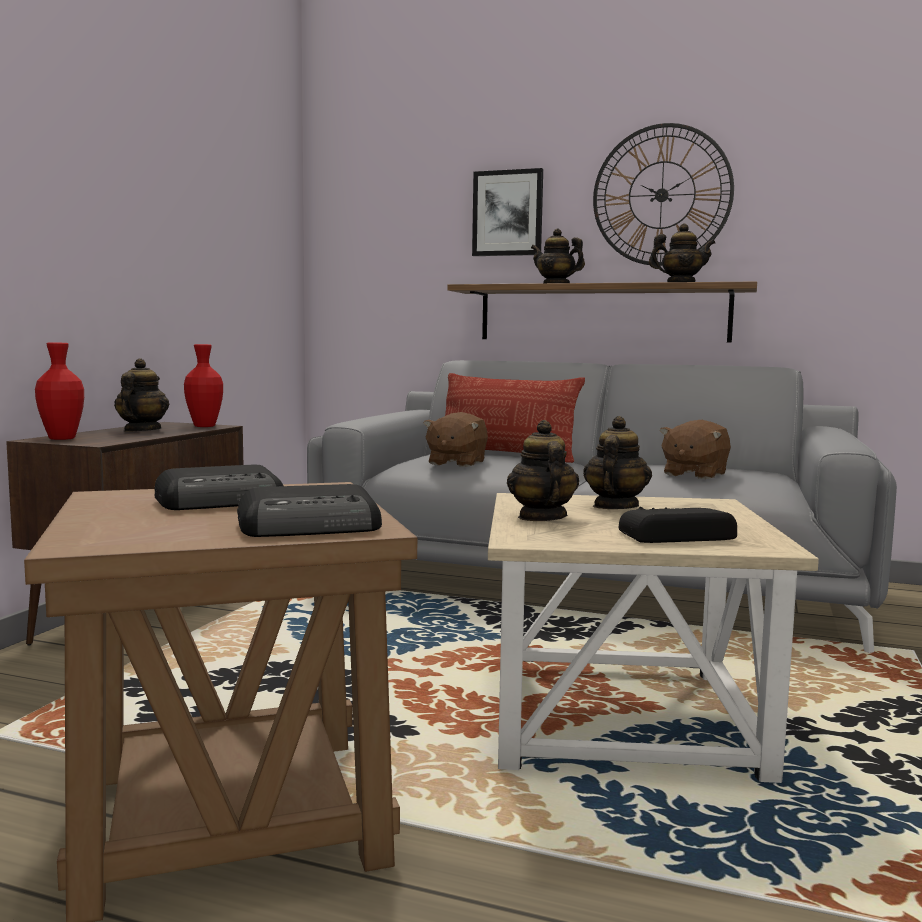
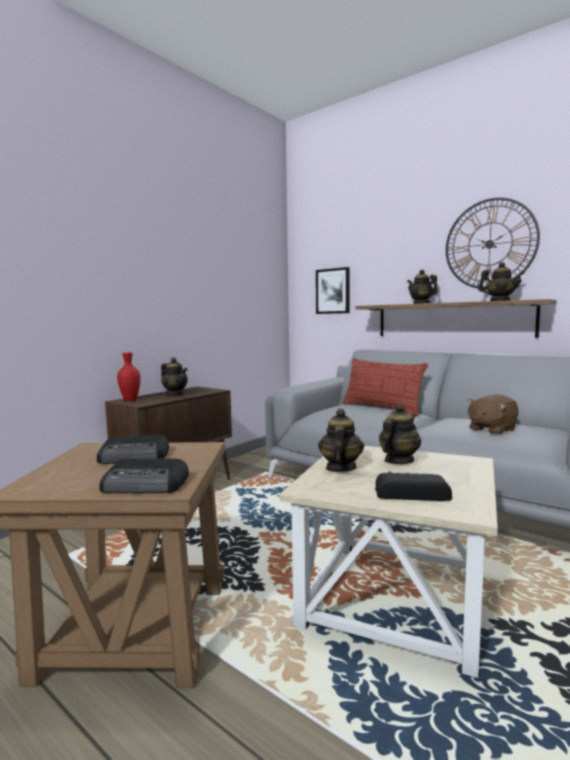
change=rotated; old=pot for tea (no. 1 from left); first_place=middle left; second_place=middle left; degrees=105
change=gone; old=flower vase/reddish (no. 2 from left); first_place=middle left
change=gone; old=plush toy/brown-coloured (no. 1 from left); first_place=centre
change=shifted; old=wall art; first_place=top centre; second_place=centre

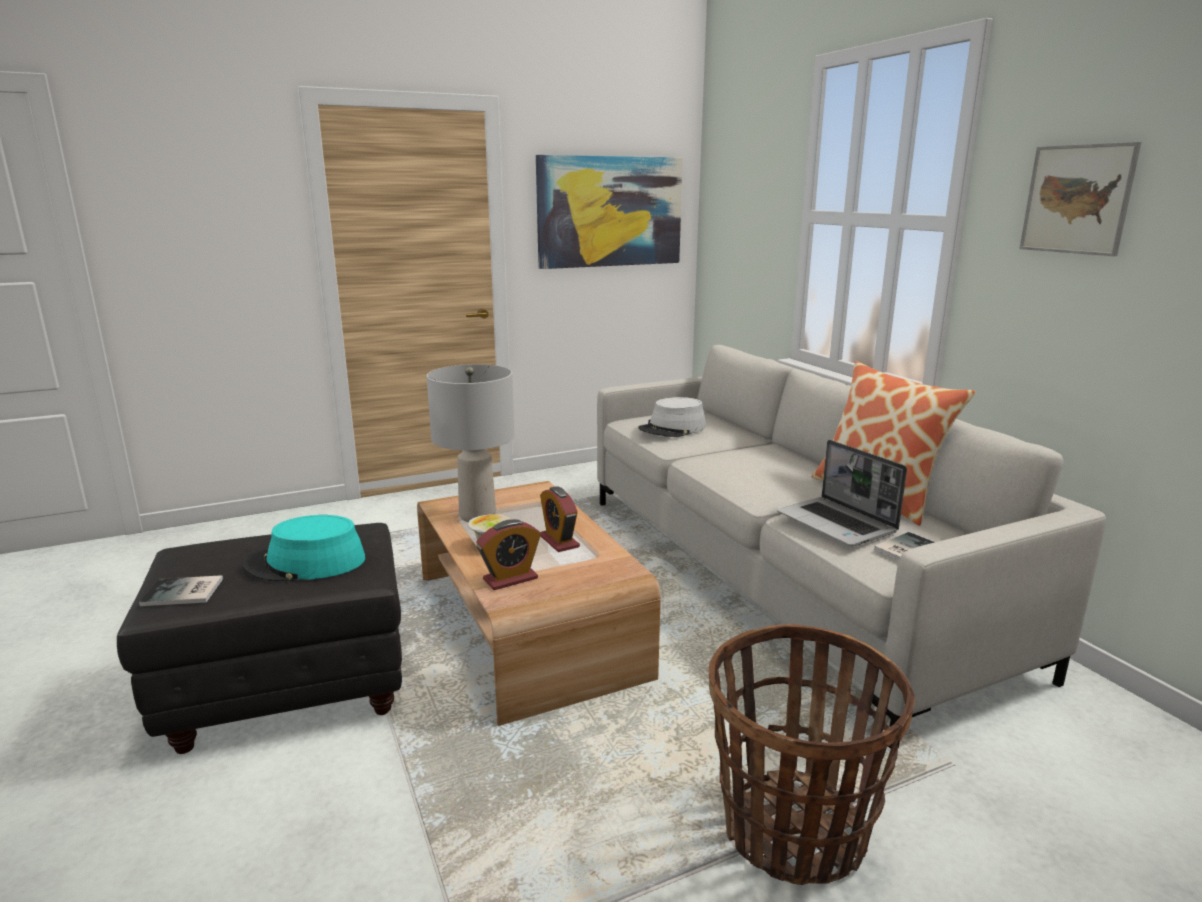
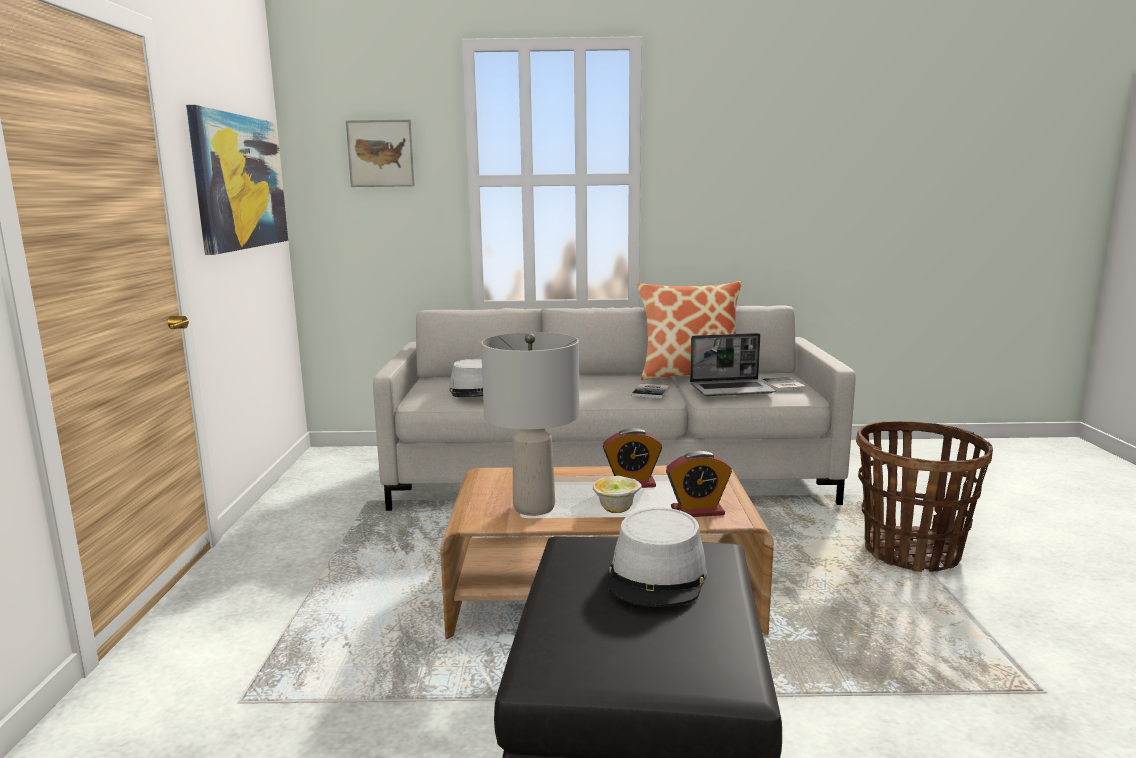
change=shifted; old=book (no. 1 from left); first_place=middle left; second_place=centre
change=repainted; old=wearable hat/turquoise-coloured; new=wearable hat/gray (no. 2 from left); first_place=middle left; second_place=bottom centre
change=rotated; old=table clock (no. 1 from left in the first image); first_place=centre; second_place=centre; degrees=90
change=shifted; old=wall art (no. 2 from left); first_place=top right; second_place=top centre

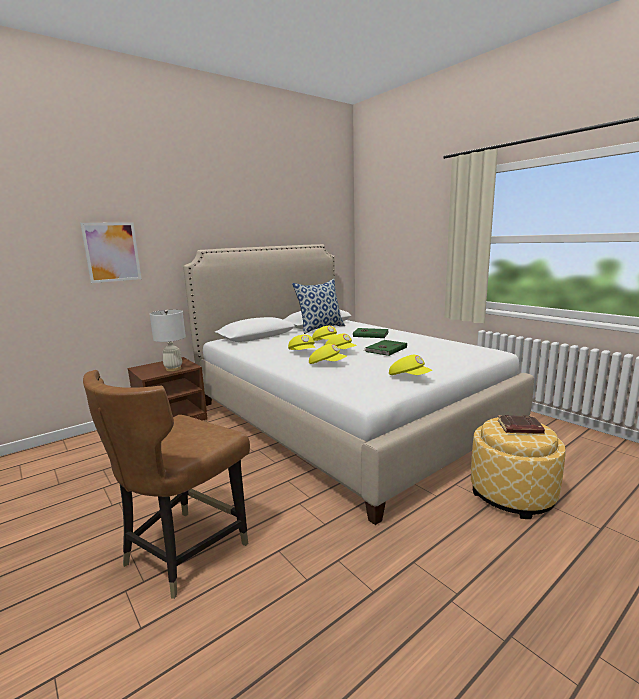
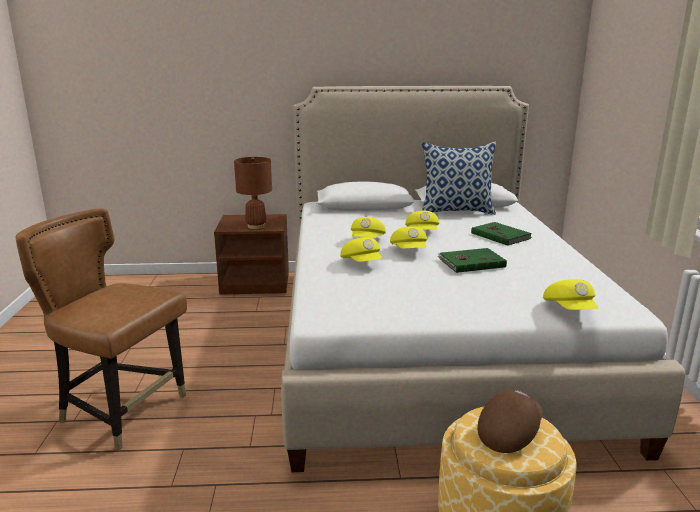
change=gone; old=wall art; first_place=middle left
change=rotated; old=plain chair/brown-coloured; first_place=bottom left; second_place=middle left; degrees=45
change=repainted; old=tabletop lamp/whitish; new=tabletop lamp/brown-coloured; first_place=middle left; second_place=centre
change=shifted; old=baseball cap/yellow (no. 5 from left); first_place=centre; second_place=middle right
change=swapped; old=book/brown-coloured; new=baseball cap/brown-coloured; first_place=middle right; second_place=bottom right

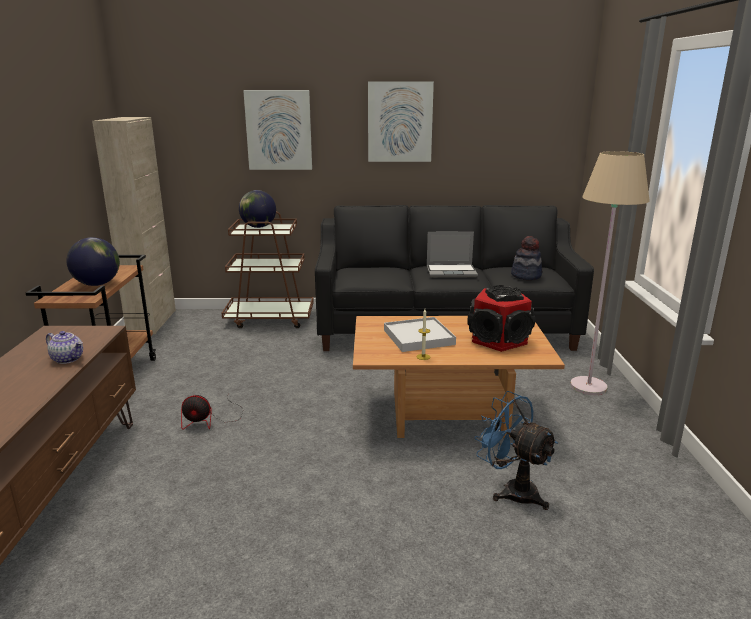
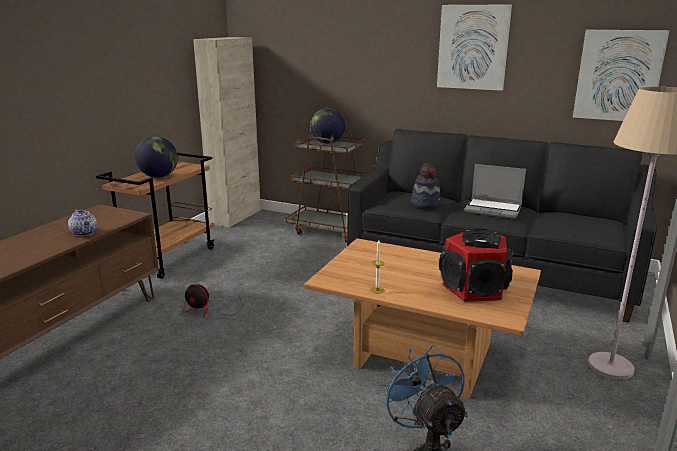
change=shifted; old=wall art (no. 1 from left in the first image); new=wall art (no. 2 from left); first_place=top centre; second_place=top right
change=gone; old=serving tray/whitish; first_place=centre
change=shifted; old=wearable hat; first_place=middle right; second_place=centre

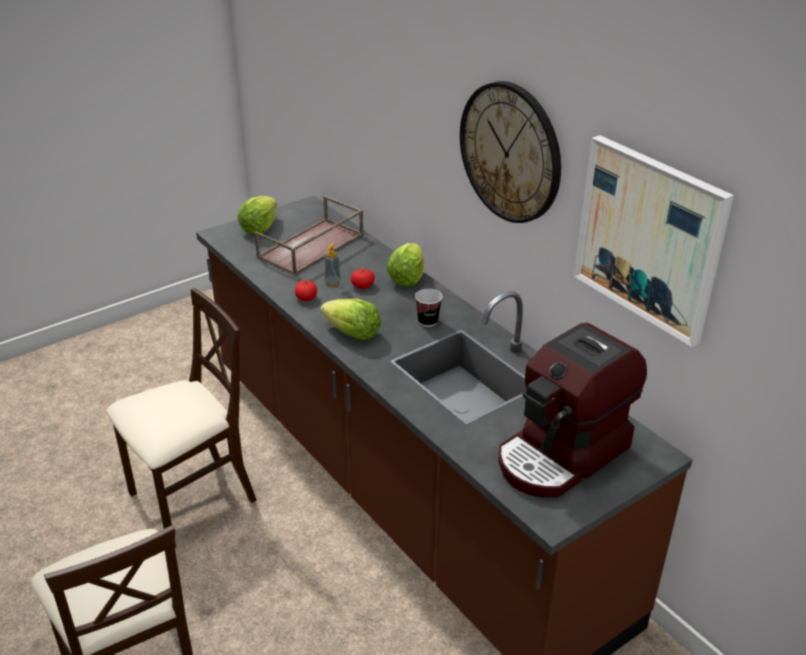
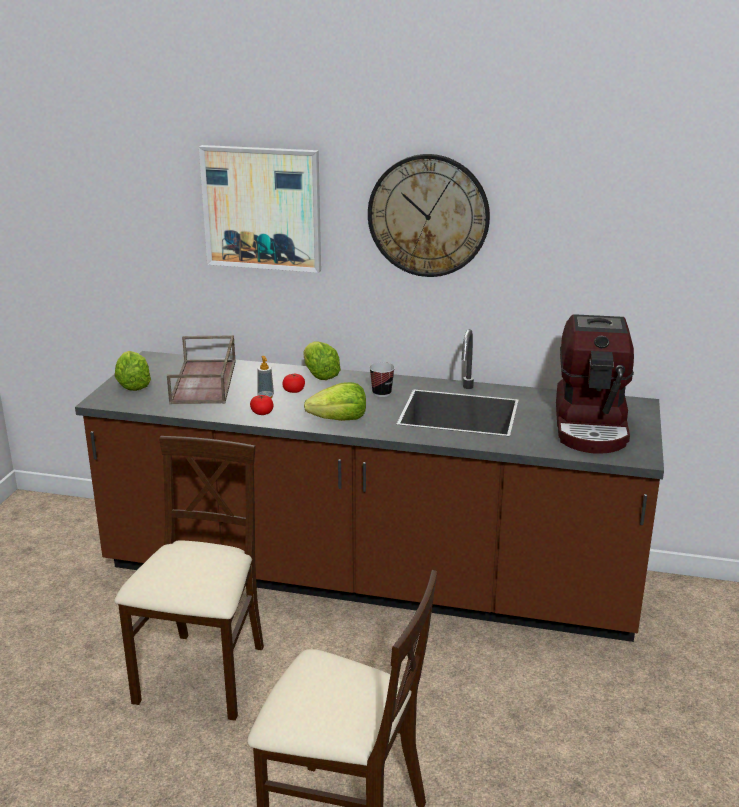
change=shifted; old=wall art; first_place=middle right; second_place=top centre

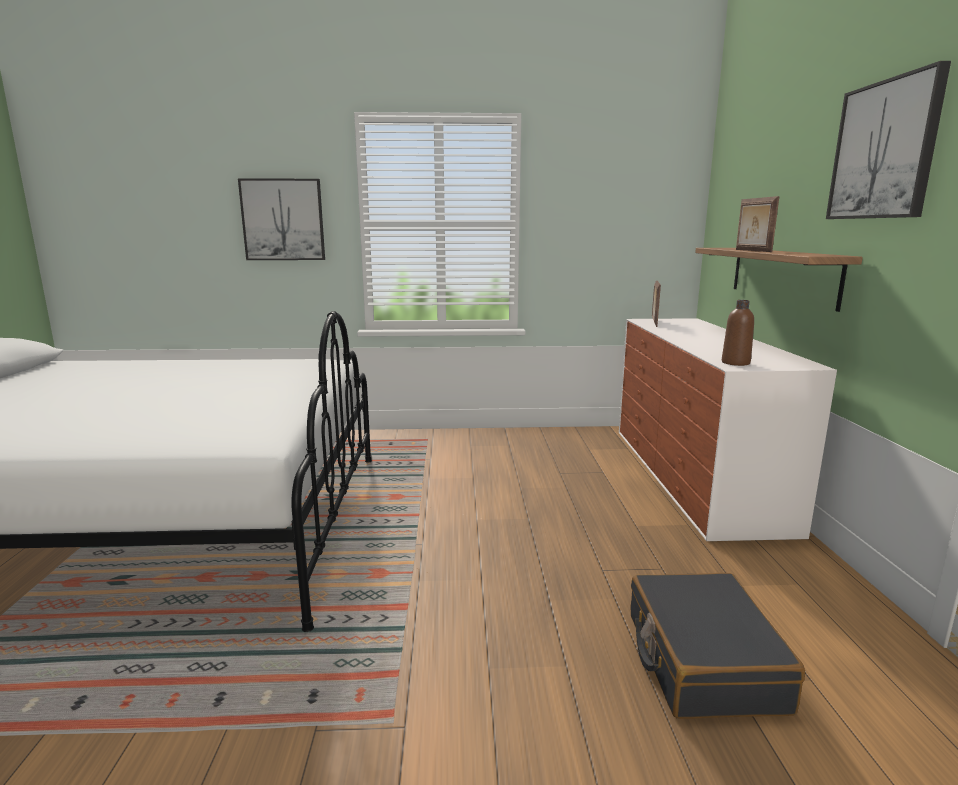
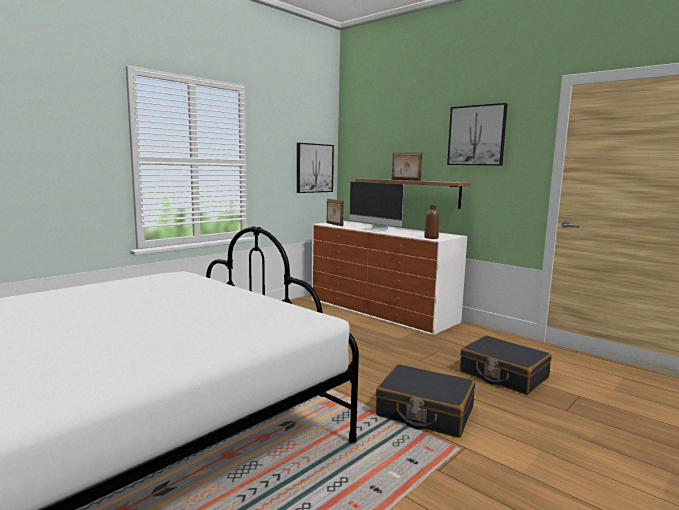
change=shifted; old=wall art (no. 1 from left); first_place=top left; second_place=top centre
change=new; new=monitor; second_place=centre
change=new; new=travel case/blackish (no. 1 from left); second_place=bottom centre

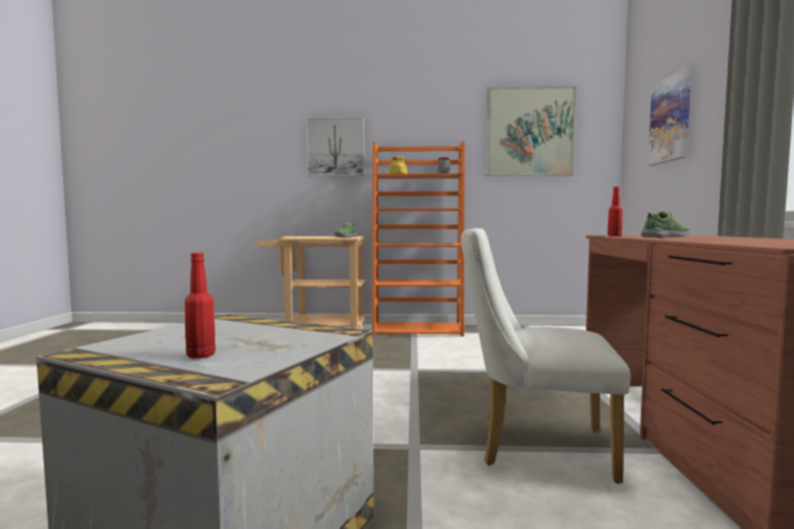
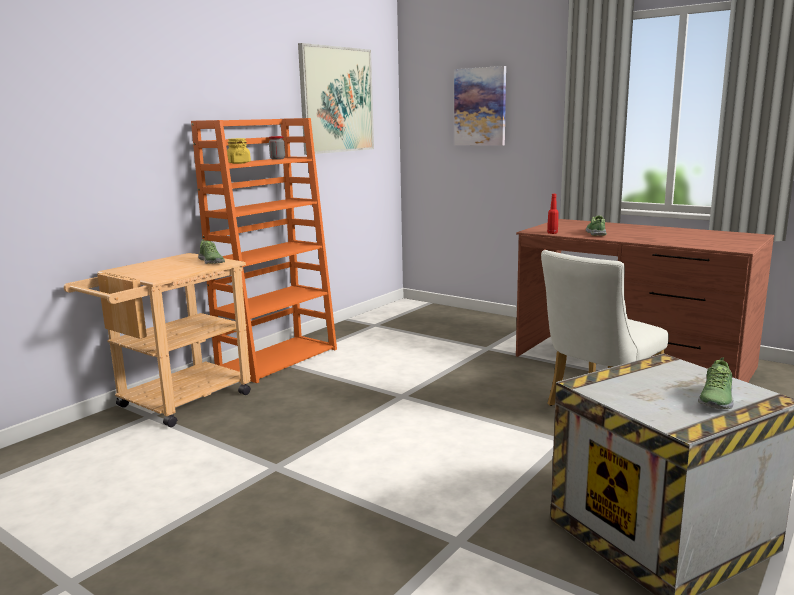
change=swapped; old=drink bottle/reddish (no. 1 from left); new=item of footwear (no. 3 from left); first_place=middle left; second_place=middle right
change=gone; old=wall art (no. 1 from left); first_place=top centre

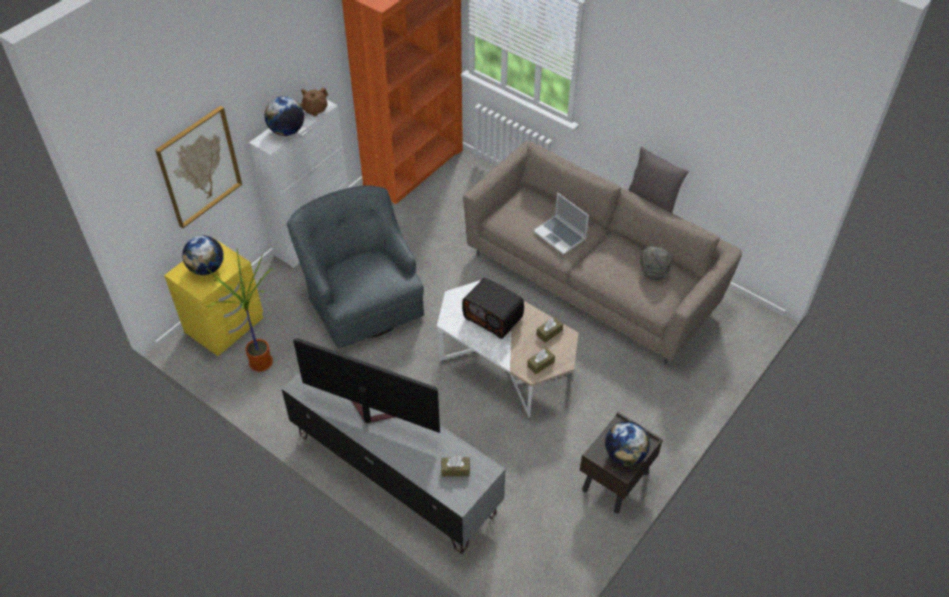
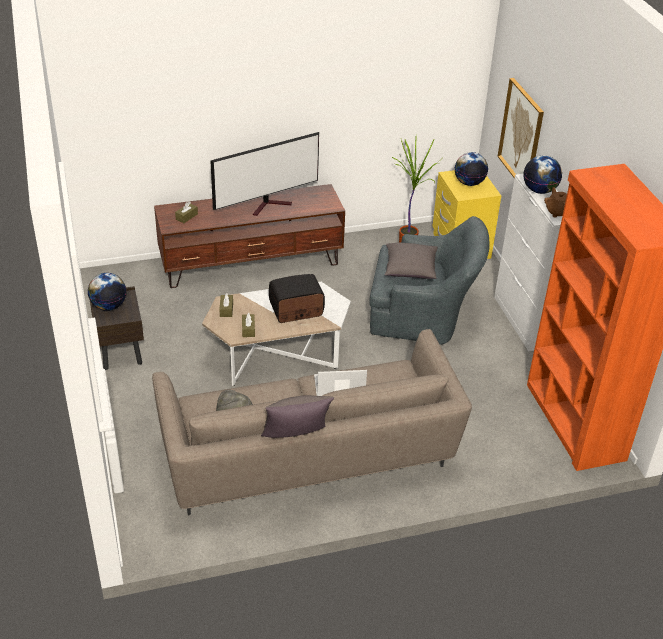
change=repainted; old=media console/gray; new=media console/brown-coloured; first_place=bottom centre; second_place=centre
change=new; new=throw pillow/gray (no. 2 from left); second_place=centre

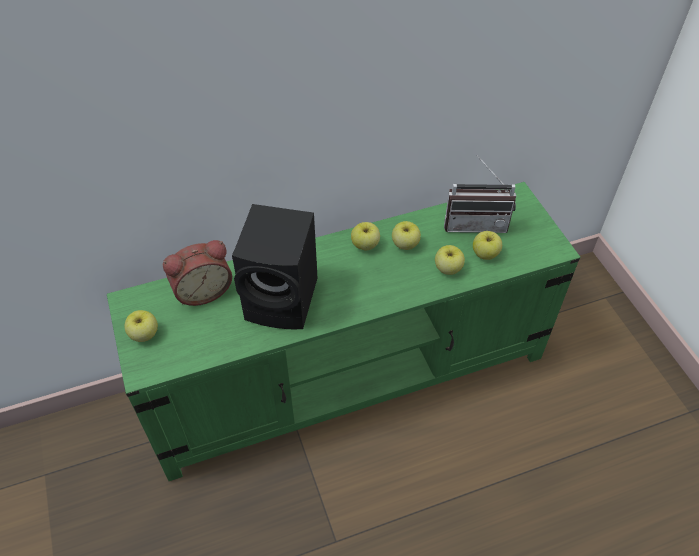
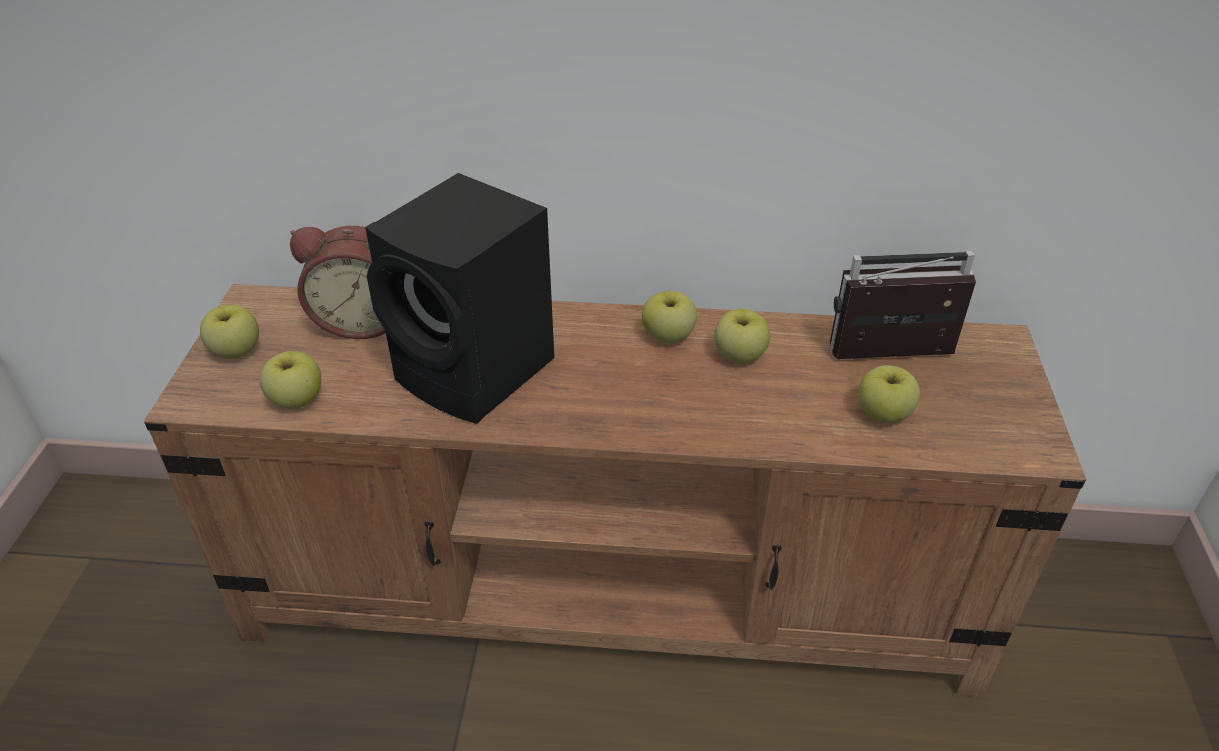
change=repainted; old=media console/green; new=media console/brown-coloured; first_place=centre; second_place=centre
change=shifted; old=apple fruit (no. 4 from left in the first image); new=apple fruit (no. 2 from left); first_place=centre; second_place=middle left
change=rotated; old=radio receiver; first_place=middle right; second_place=middle right; degrees=150

